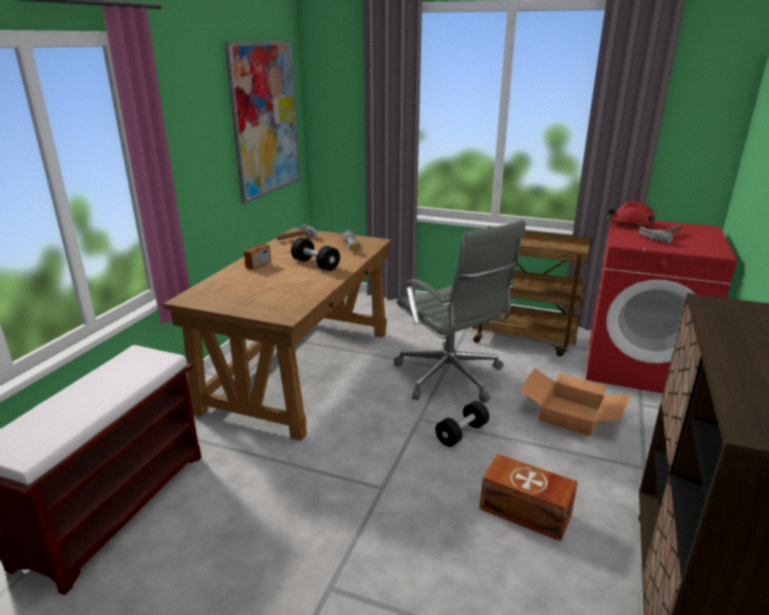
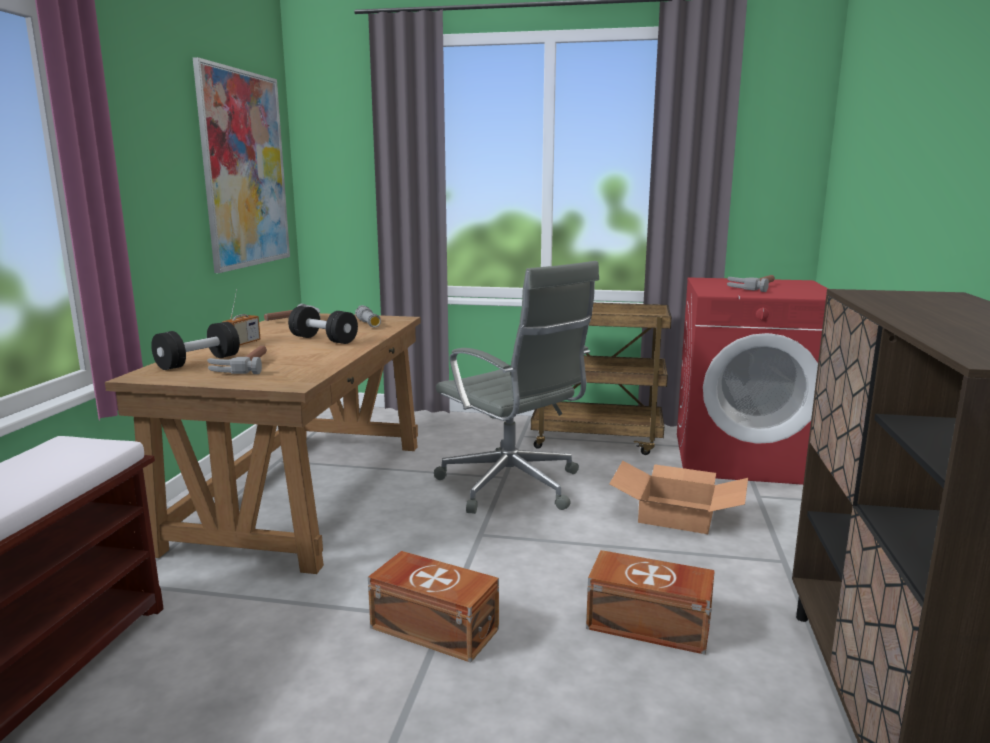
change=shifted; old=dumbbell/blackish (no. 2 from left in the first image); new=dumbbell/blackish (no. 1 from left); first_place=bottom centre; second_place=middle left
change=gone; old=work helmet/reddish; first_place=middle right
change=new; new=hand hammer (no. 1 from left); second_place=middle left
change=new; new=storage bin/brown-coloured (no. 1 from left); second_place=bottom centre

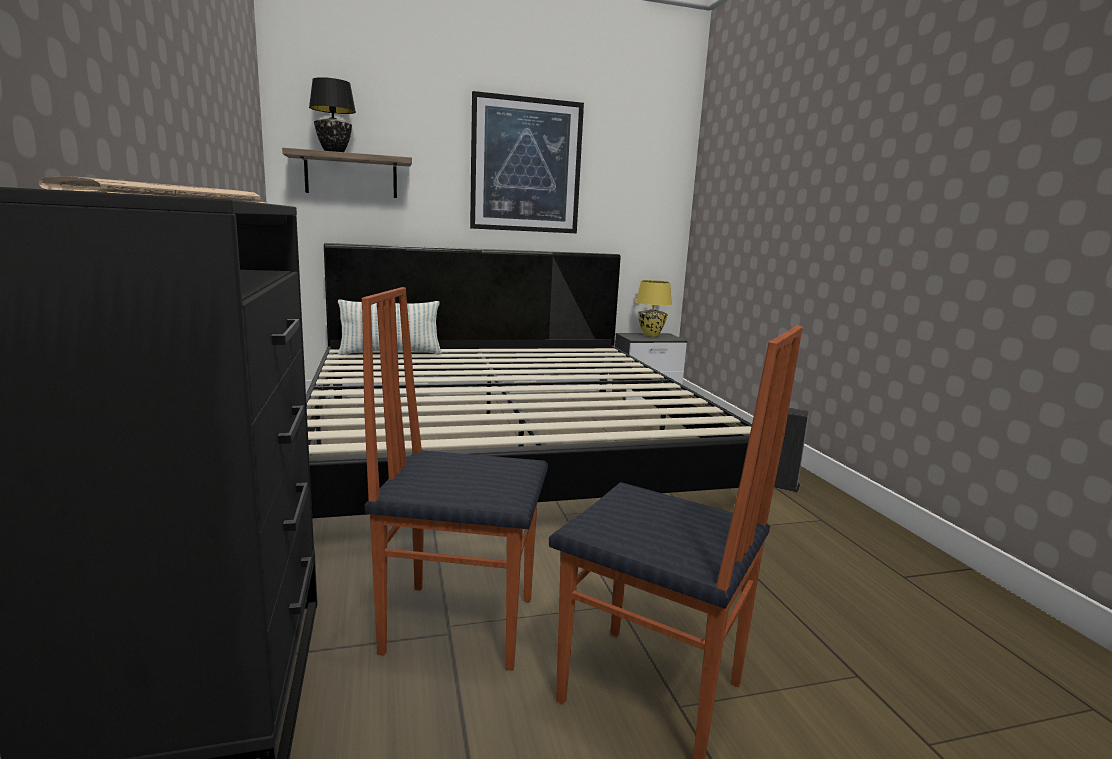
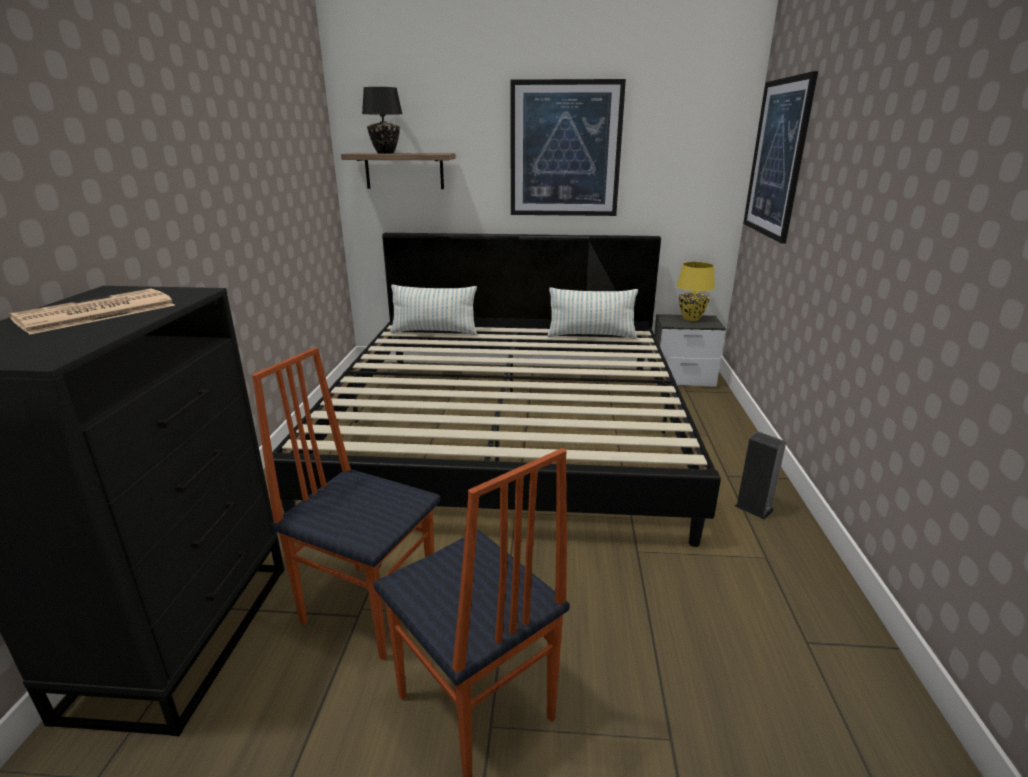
change=new; new=throw pillow (no. 2 from left); second_place=centre
change=new; new=wall art (no. 2 from left); second_place=top right

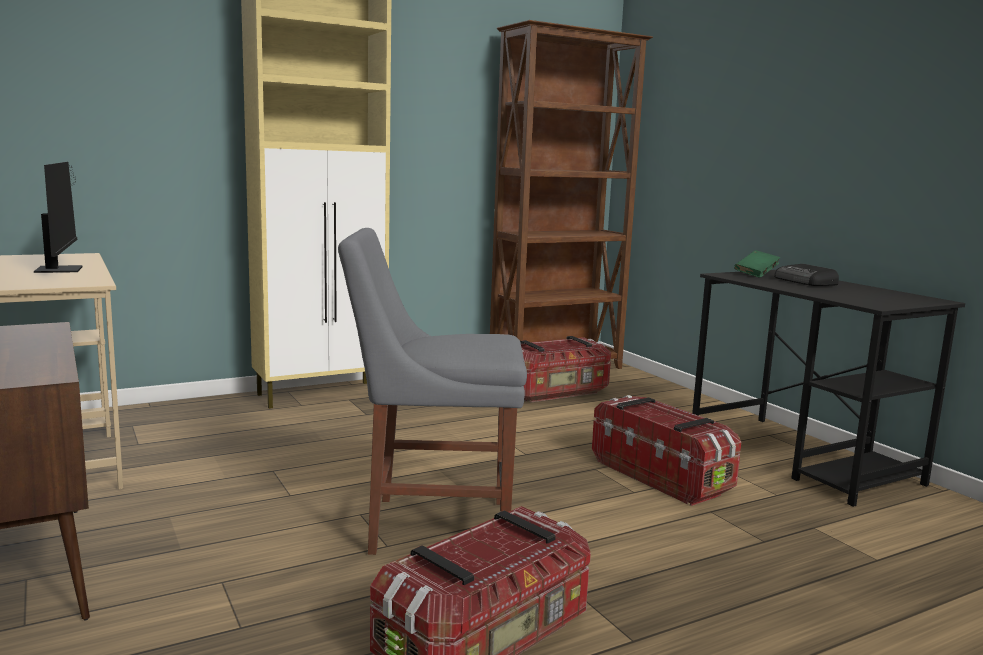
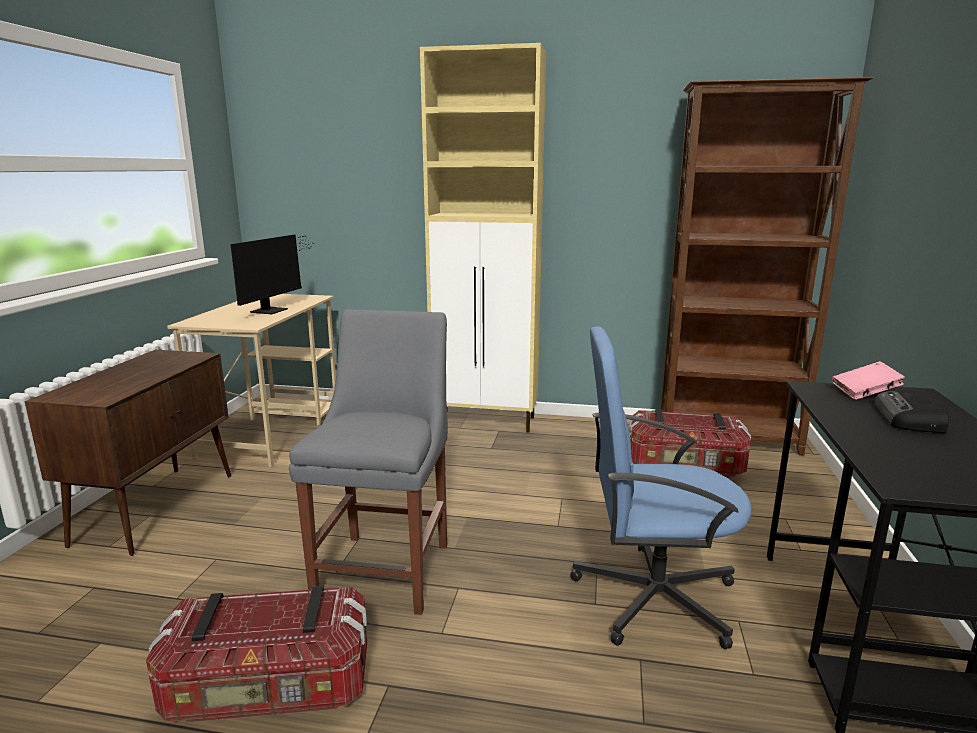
change=rotated; old=plain chair/gray; first_place=centre; second_place=centre; degrees=60
change=swapped; old=storage bin (no. 3 from left); new=office chair/bluish; first_place=bottom right; second_place=middle right
change=repainted; old=book/green; new=book/pink-coloured; first_place=middle right; second_place=middle right

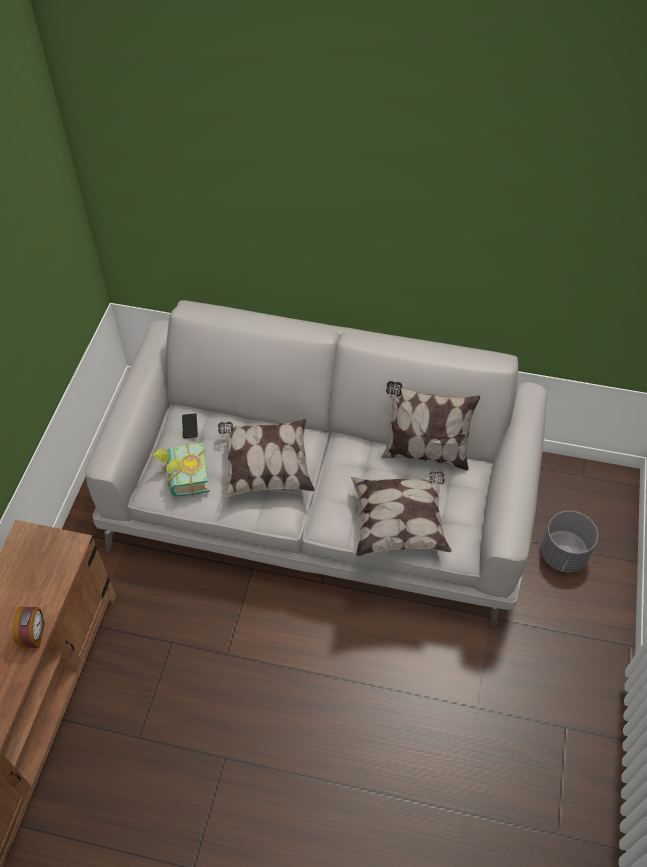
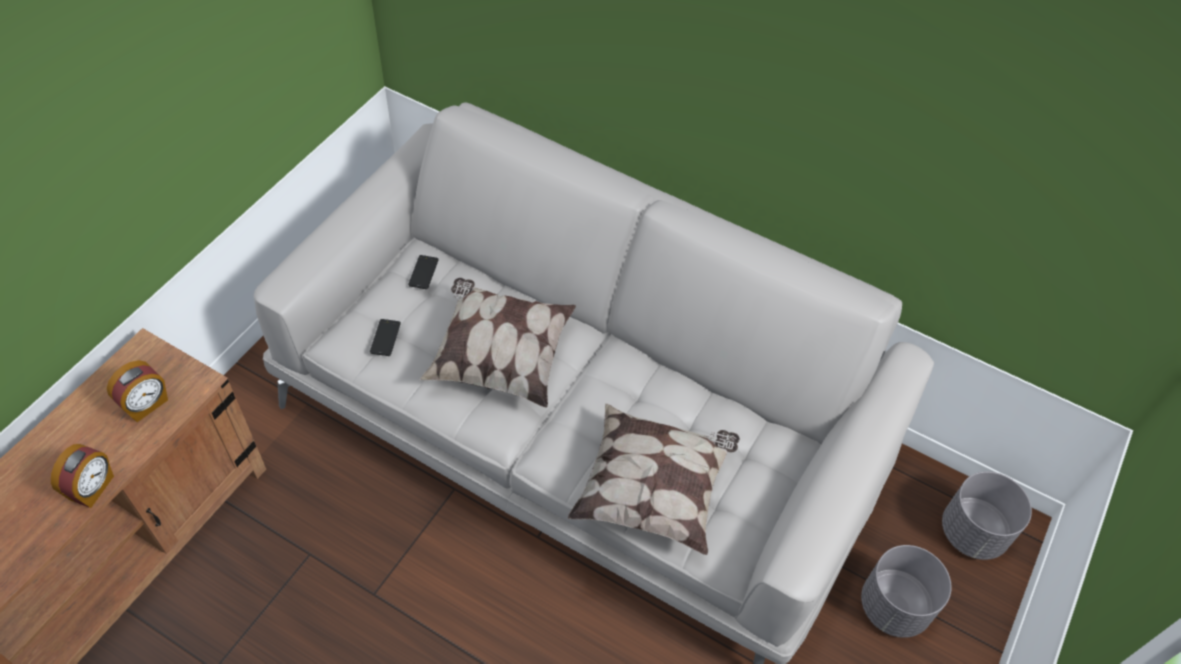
change=swapped; old=book; new=phone (no. 1 from left); first_place=middle left; second_place=middle left
change=gone; old=throw pillow (no. 3 from left); first_place=centre
change=new; new=table clock (no. 2 from left); second_place=middle left
change=new; new=plant pot/gray (no. 2 from left); second_place=bottom right

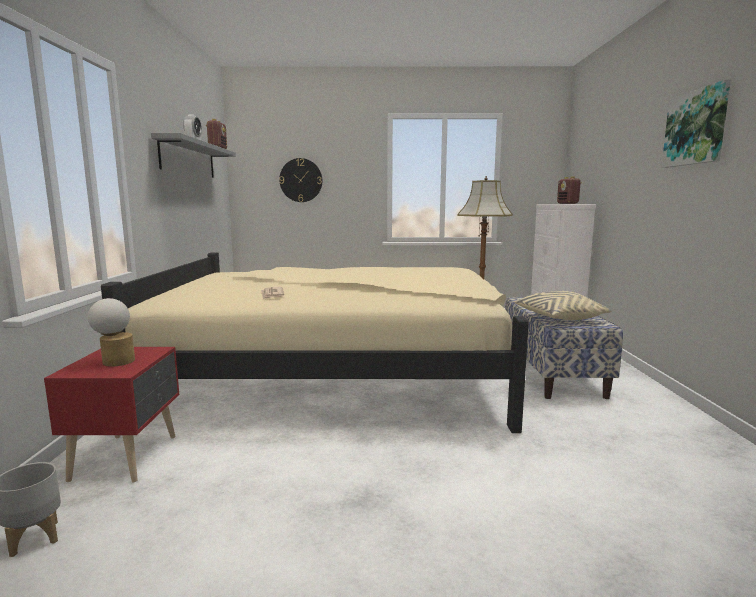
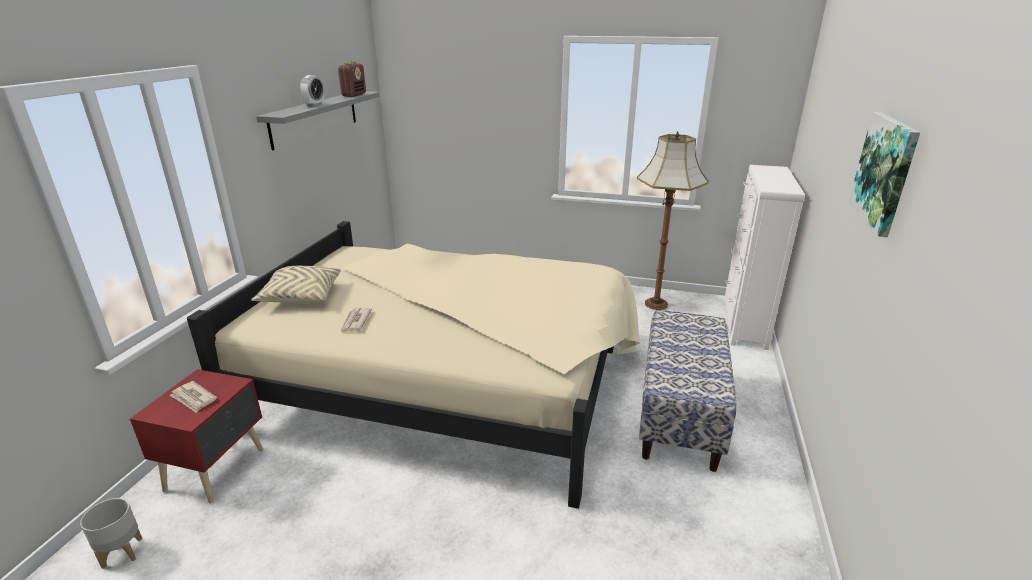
change=swapped; old=tabletop lamp; new=printed paper (no. 1 from left); first_place=middle left; second_place=bottom left
change=gone; old=hanging clock; first_place=top centre
change=shifted; old=throw pillow/beige-coloured; first_place=middle right; second_place=middle left
change=gone; old=radio receiver (no. 2 from left); first_place=top right

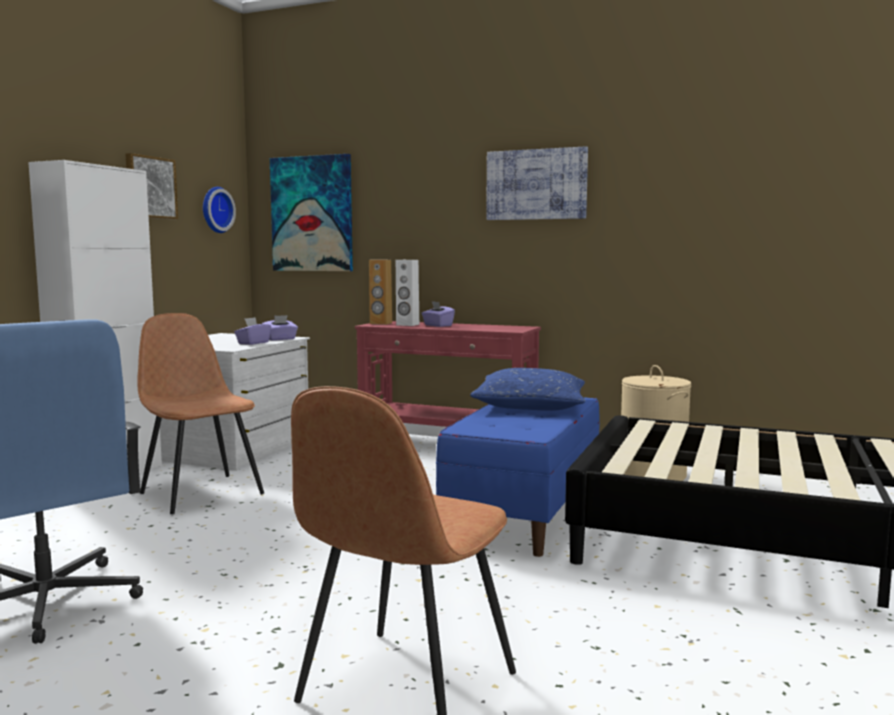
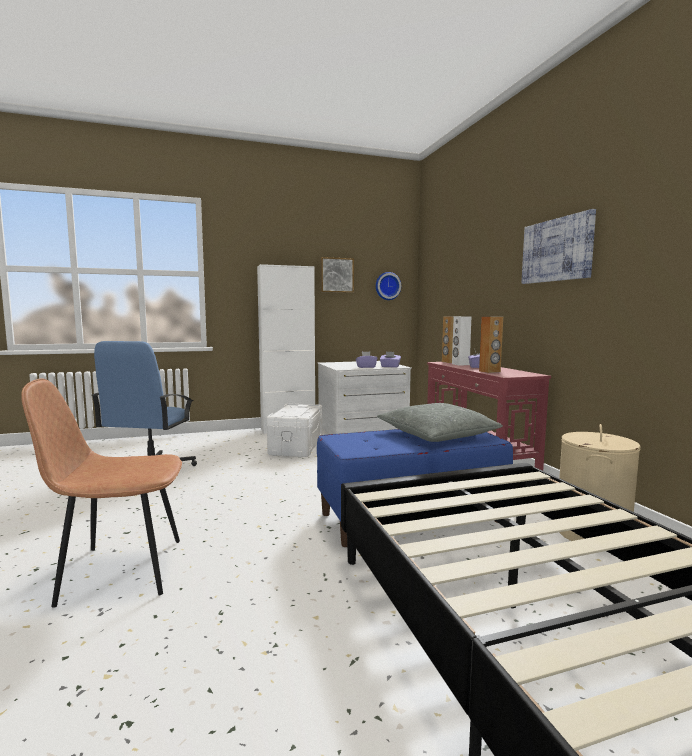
change=swapped; old=plain chair/brown-coloured (no. 1 from left); new=storage bin/whitish; first_place=middle left; second_place=centre
change=gone; old=wall art (no. 2 from left); first_place=top centre
change=repainted; old=throw pillow/bluish; new=throw pillow/gray; first_place=centre; second_place=centre
change=new; new=speaker/brown-coloured (no. 2 from left); second_place=middle right

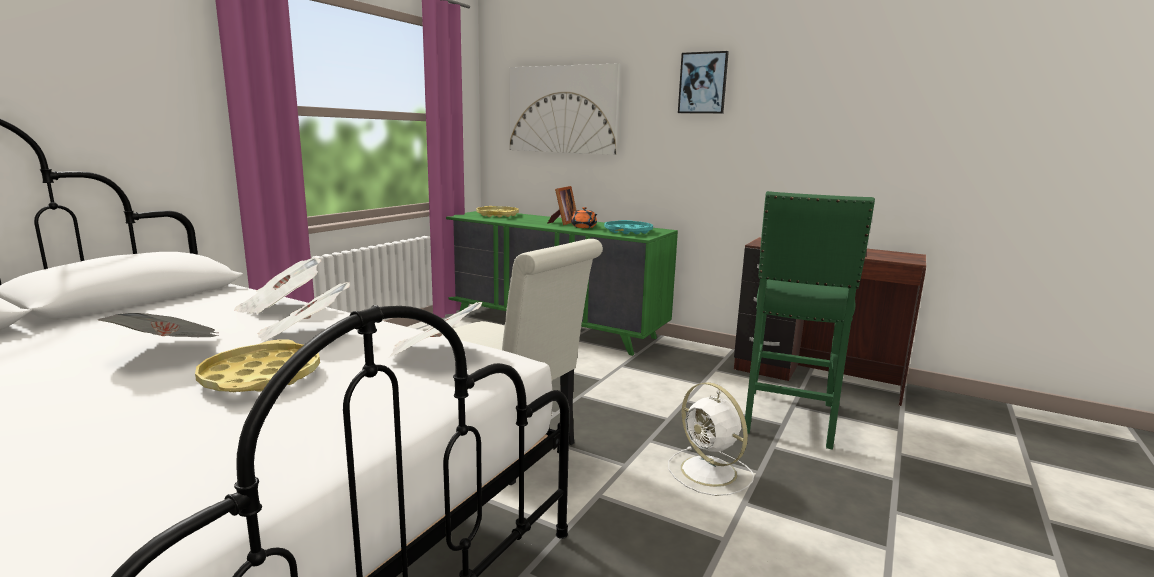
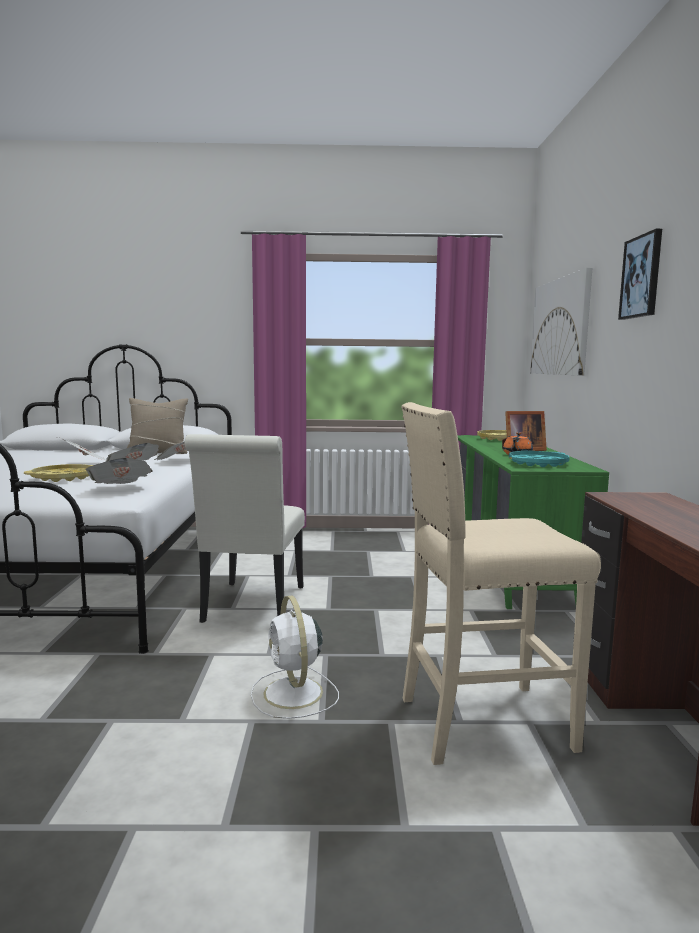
change=rotated; old=fan/whitish; first_place=bottom centre; second_place=bottom centre; degrees=-45
change=repainted; old=stool/green; new=stool/beige-coloured; first_place=middle right; second_place=middle right
change=new; new=throw pillow/beige-coloured; second_place=middle left

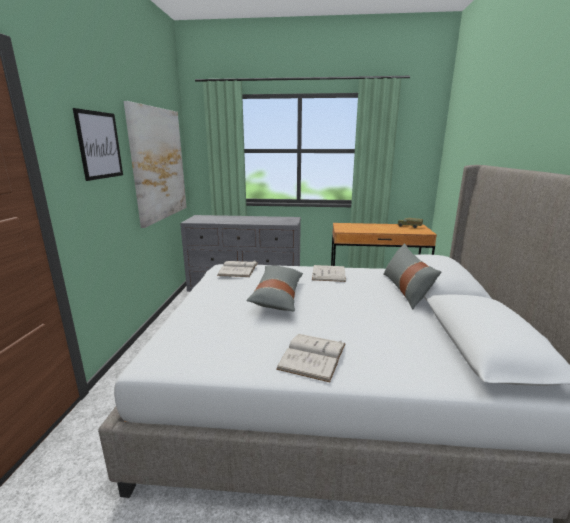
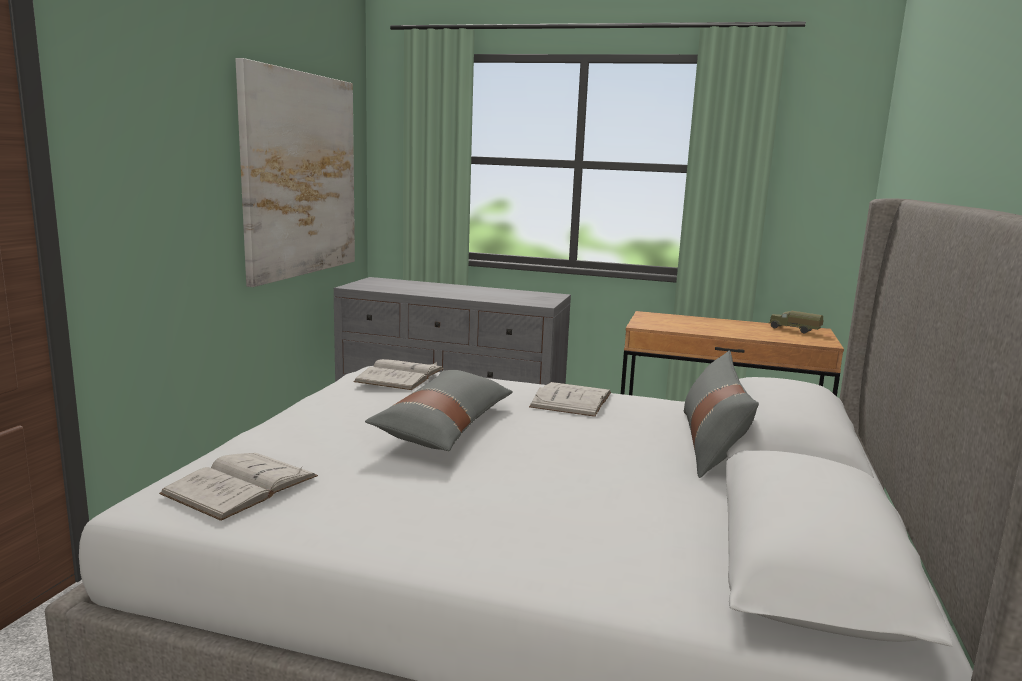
change=gone; old=wall art (no. 1 from left); first_place=top left
change=shifted; old=book/whitish (no. 2 from left in the first image); new=book/whitish (no. 1 from left); first_place=bottom centre; second_place=bottom left

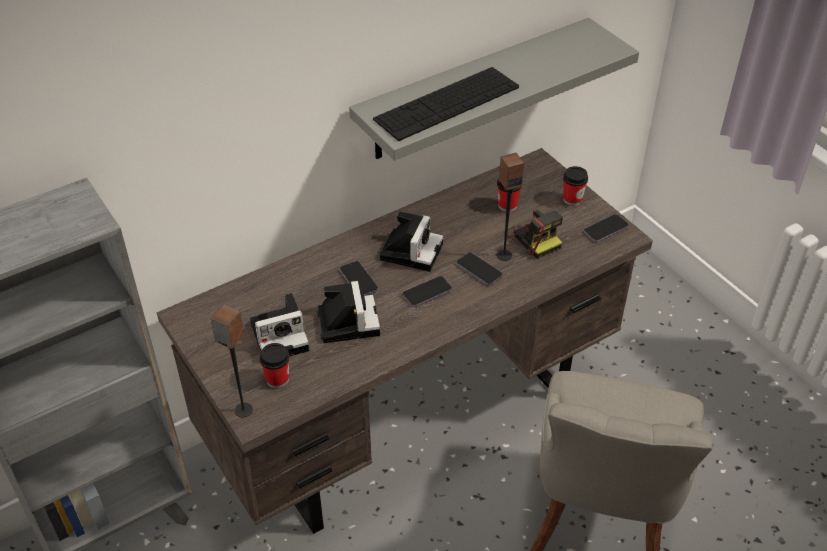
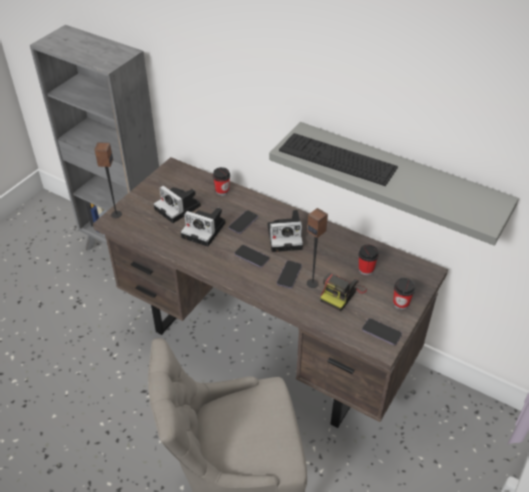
change=shifted; old=cup (no. 1 from left); first_place=middle left; second_place=centre
change=rotated; old=still camera (no. 2 from left); first_place=centre; second_place=centre; degrees=60

